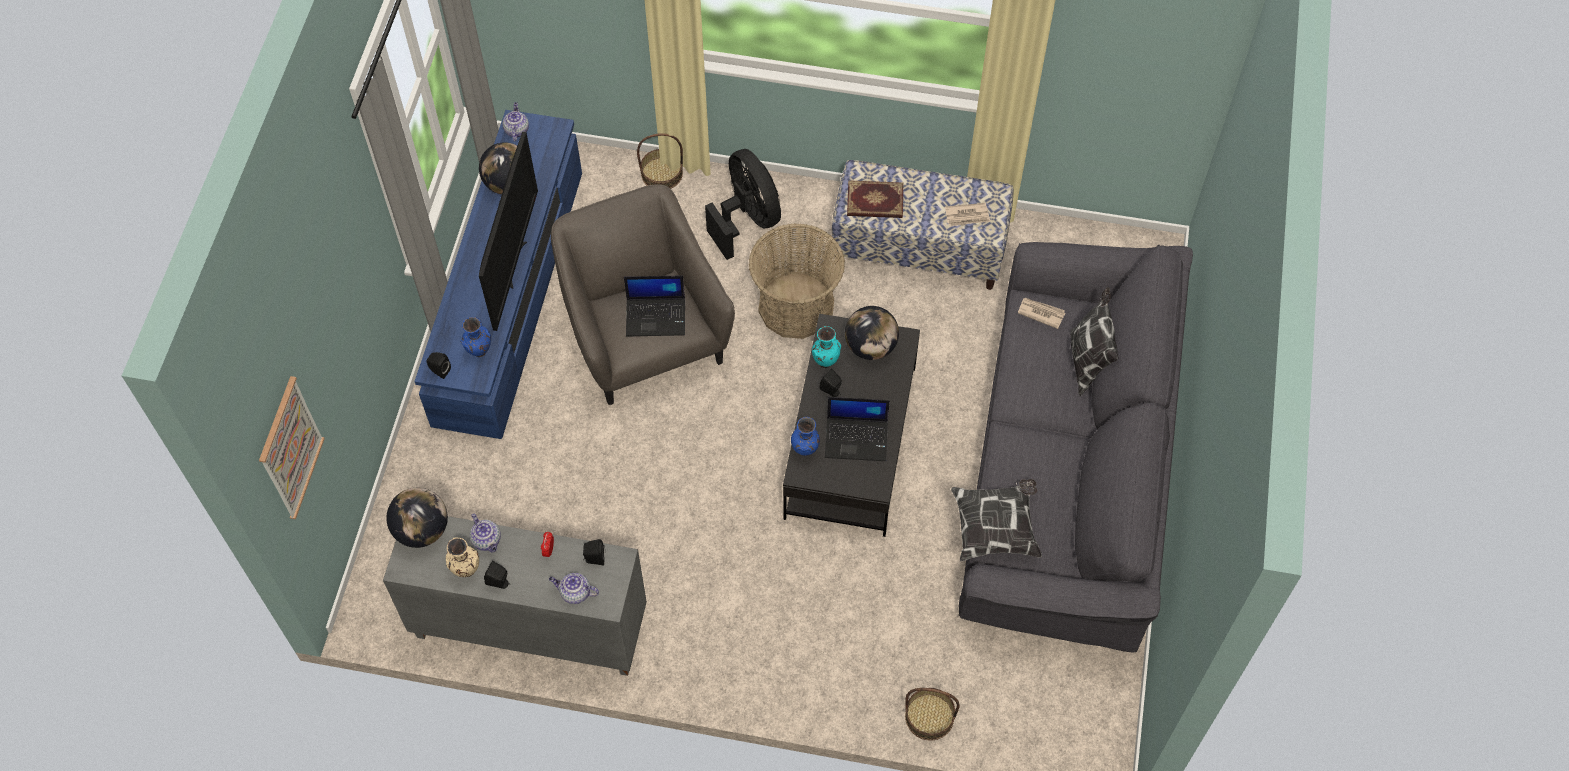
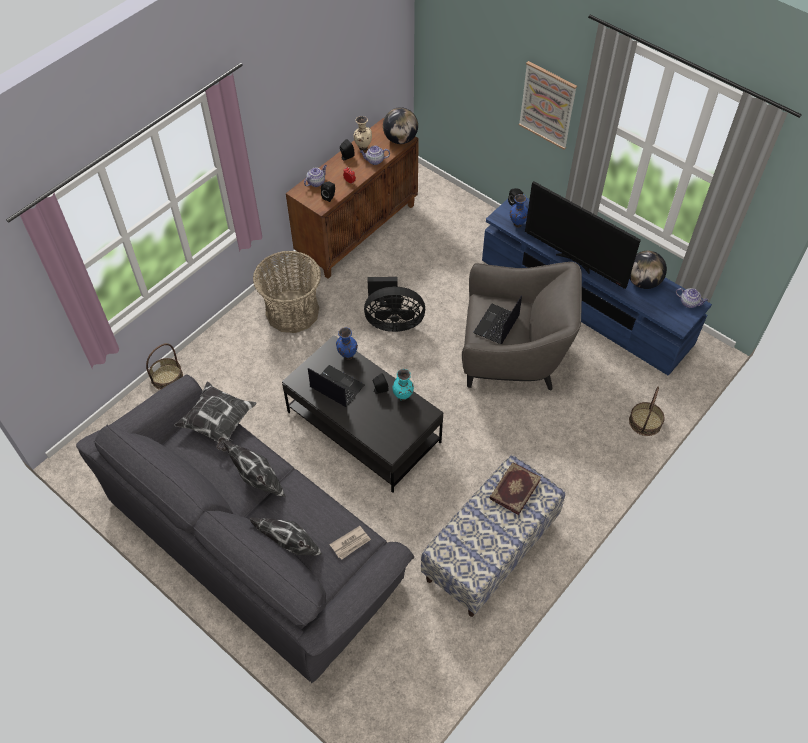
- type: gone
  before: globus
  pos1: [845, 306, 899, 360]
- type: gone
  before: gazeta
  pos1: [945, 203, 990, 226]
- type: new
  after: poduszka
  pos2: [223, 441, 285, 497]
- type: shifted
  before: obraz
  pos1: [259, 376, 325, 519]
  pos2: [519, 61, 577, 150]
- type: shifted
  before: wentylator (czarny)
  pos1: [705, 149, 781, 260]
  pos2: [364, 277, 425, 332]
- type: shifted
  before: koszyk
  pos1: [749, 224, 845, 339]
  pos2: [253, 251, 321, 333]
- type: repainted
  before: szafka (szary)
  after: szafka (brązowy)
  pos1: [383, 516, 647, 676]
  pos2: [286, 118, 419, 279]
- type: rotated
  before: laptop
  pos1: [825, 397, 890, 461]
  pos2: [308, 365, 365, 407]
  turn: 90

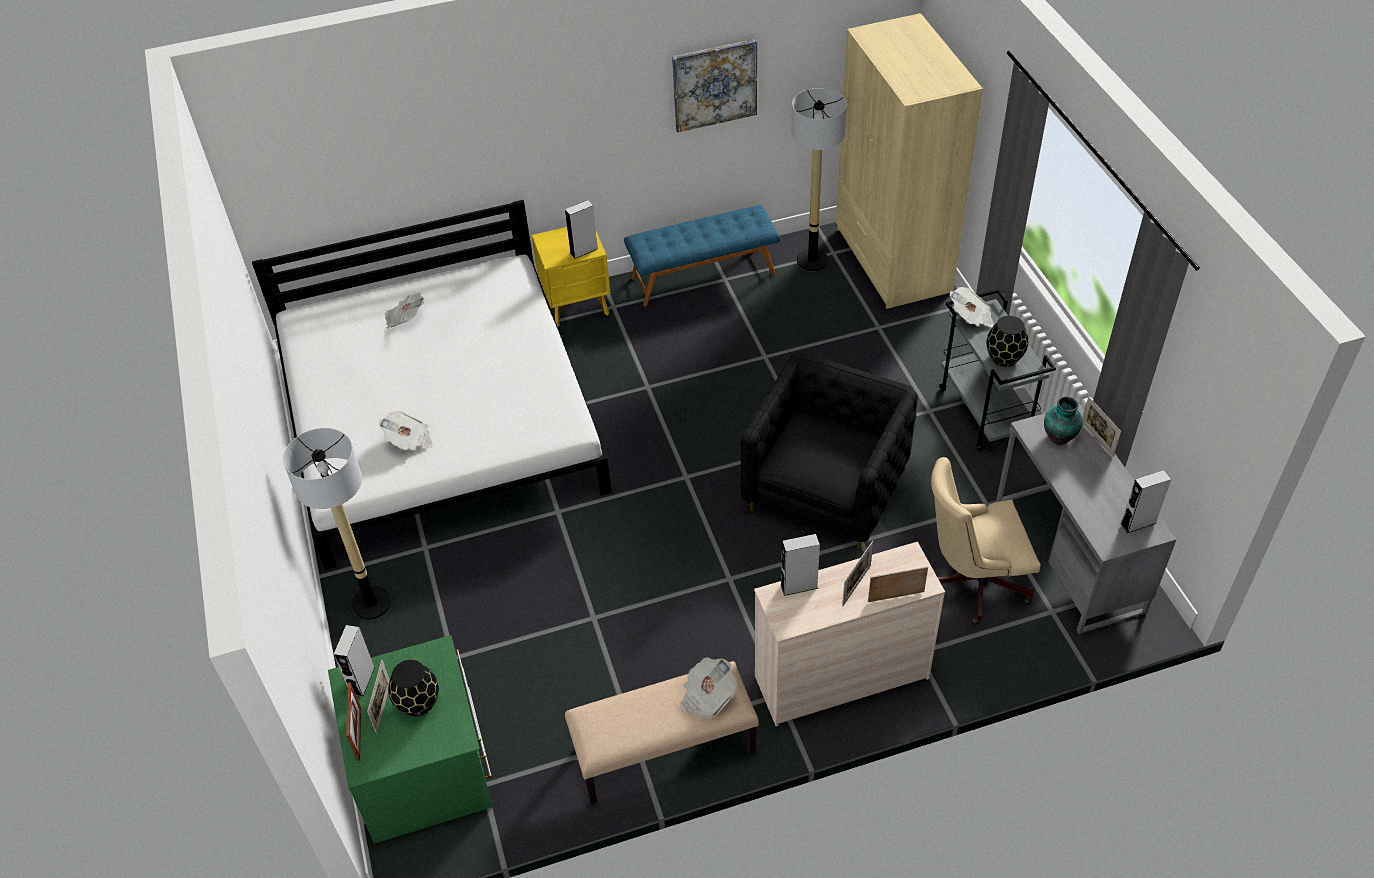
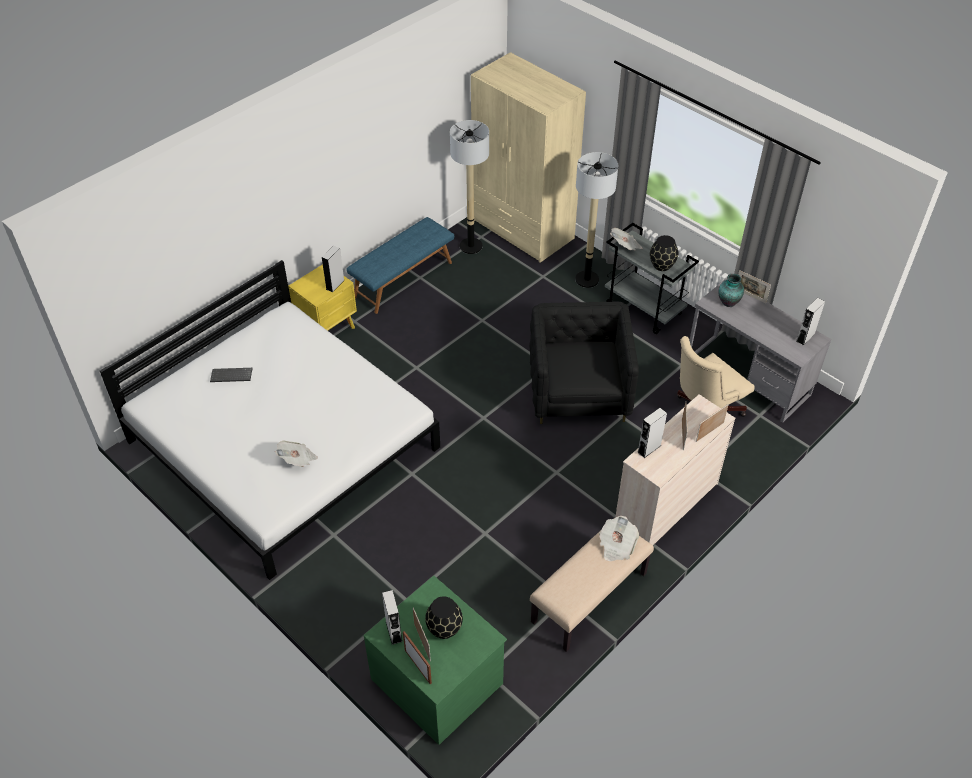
- type: gone
  before: obraz
  pos1: [672, 39, 757, 133]
- type: shifted
  before: lampa stojąca
  pos1: [283, 428, 391, 620]
  pos2: [575, 152, 618, 288]
- type: swapped
  before: gazeta
  after: klawiatura
  pos1: [385, 292, 424, 329]
  pos2: [210, 368, 252, 382]

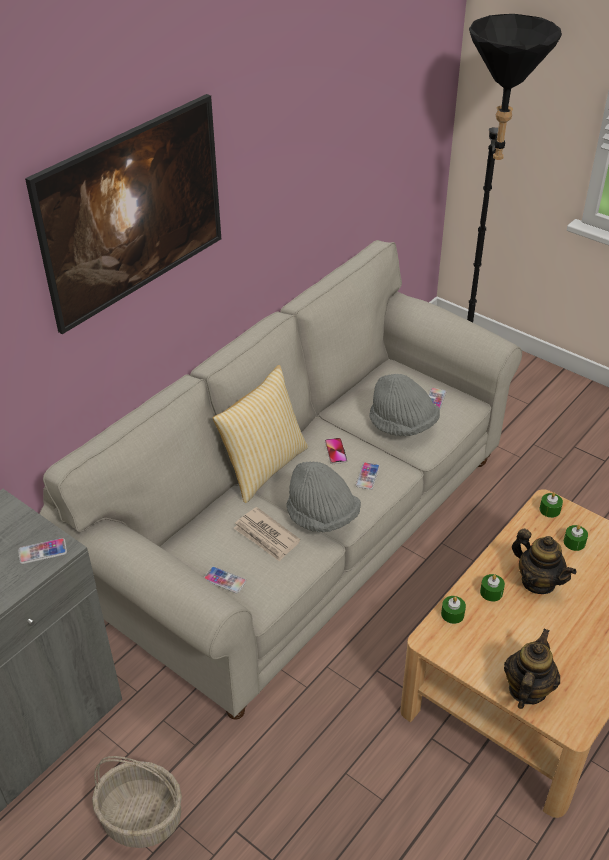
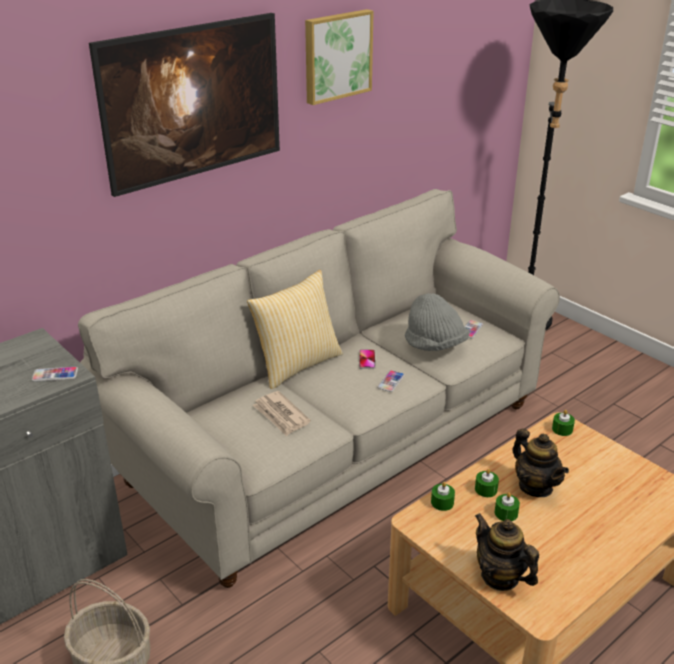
- type: gone
  before: telefon
  pos1: [204, 566, 247, 594]
- type: gone
  before: kapelusz (szary)
  pos1: [286, 462, 361, 532]
- type: new
  after: obraz
  pos2: [305, 9, 374, 105]
- type: shifted
  before: świeca (zielony)
  pos1: [564, 525, 588, 551]
  pos2: [495, 492, 520, 521]
- type: rotated
  before: imbryk
  pos1: [504, 629, 560, 709]
  pos2: [475, 513, 539, 591]
  turn: -75

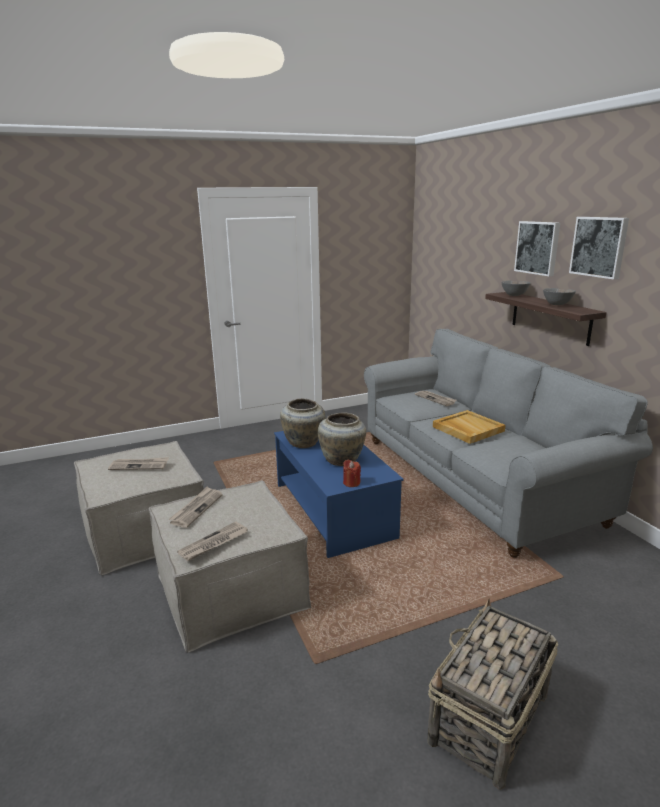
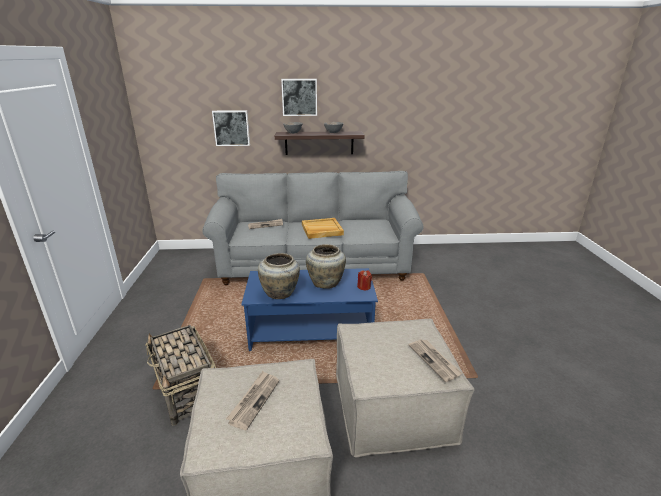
- type: gone
  before: gazeta
  pos1: [168, 487, 222, 528]
- type: shifted
  before: koszyk
  pos1: [428, 599, 558, 790]
  pos2: [145, 325, 216, 426]
- type: shifted
  before: obraz
  pos1: [569, 217, 629, 280]
  pos2: [212, 110, 250, 146]

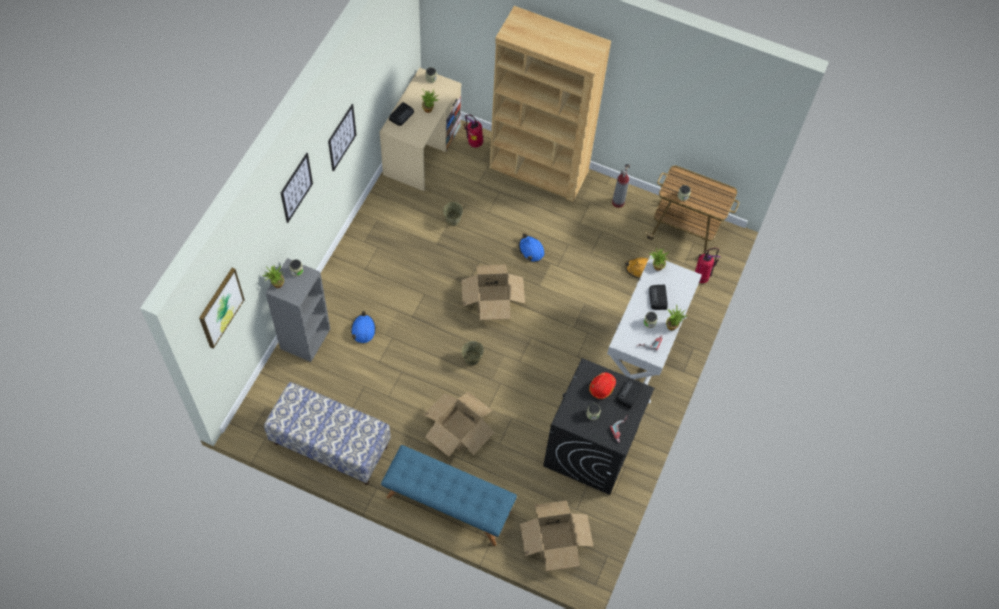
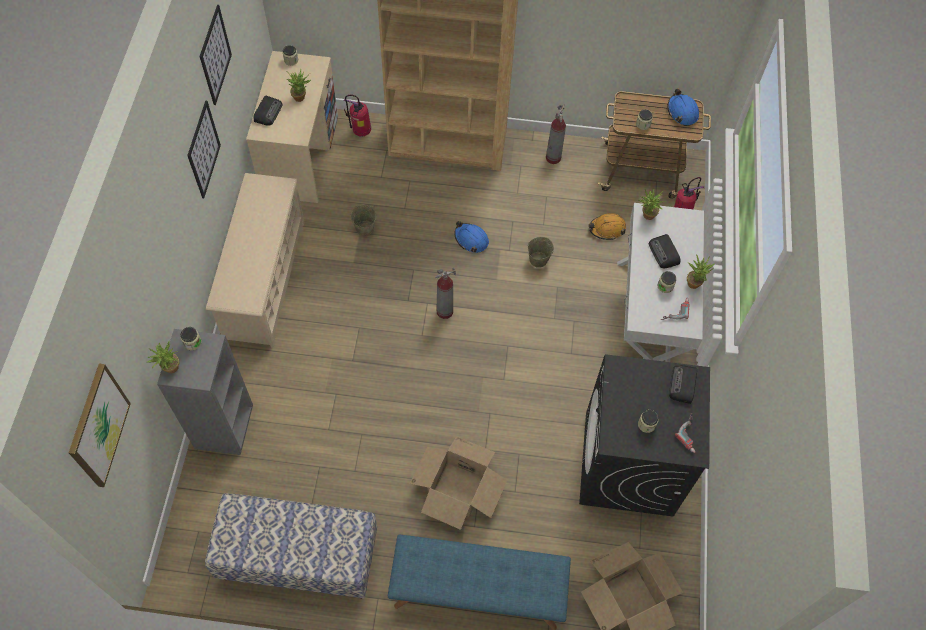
- type: gone
  before: kask (czerwony)
  pos1: [589, 372, 616, 399]
- type: new
  after: regał na buty (beżowy)
  pos2: [206, 173, 304, 348]
- type: shifted
  before: obraz
  pos1: [281, 153, 313, 223]
  pos2: [199, 5, 232, 105]
- type: shifted
  before: kask (niebieski)
  pos1: [351, 311, 376, 343]
  pos2: [667, 89, 699, 126]
- type: shifted
  before: wiadro (beżowy)
  pos1: [462, 341, 484, 366]
  pos2: [528, 237, 554, 268]
- type: swapped
  before: karton
  after: gaśnica
  pos1: [461, 264, 525, 320]
  pos2: [435, 268, 456, 319]

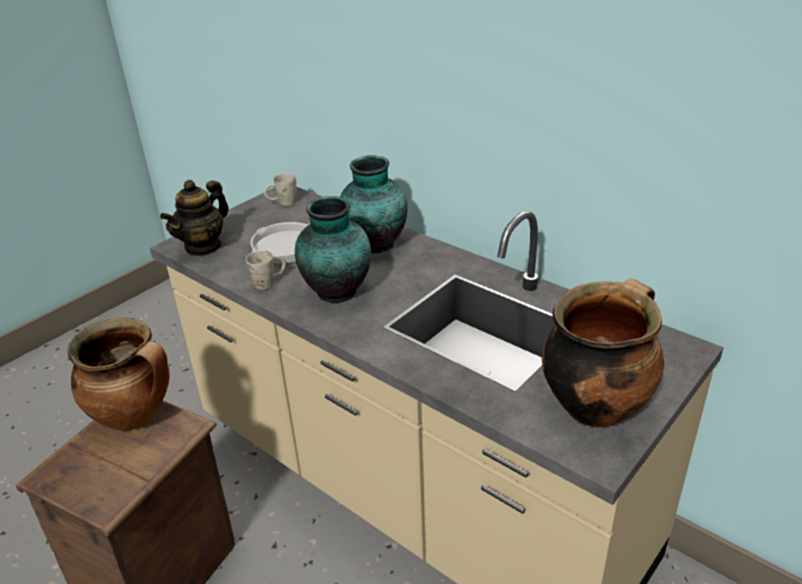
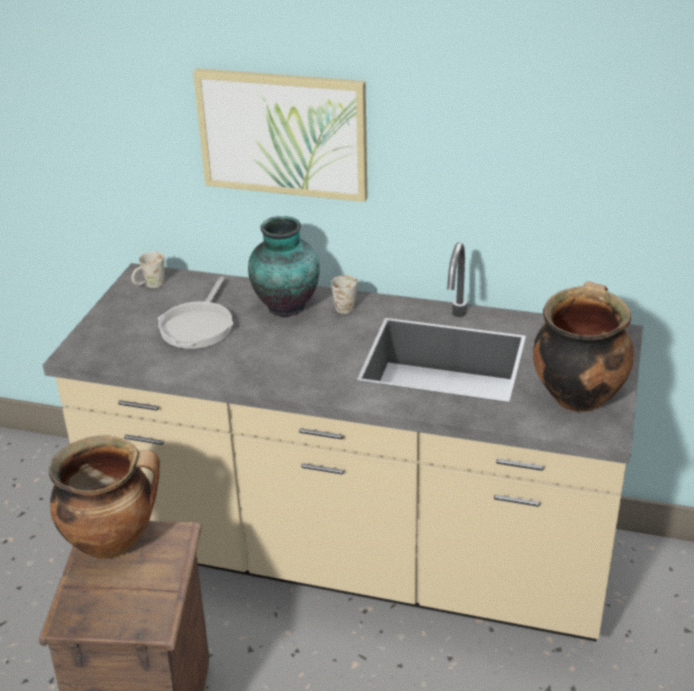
- type: gone
  before: imbryk
  pos1: [160, 180, 229, 256]
- type: gone
  before: wazon
  pos1: [295, 196, 371, 303]
- type: new
  after: obraz
  pos2: [193, 68, 367, 202]
- type: shifted
  before: kubek (biały)
  pos1: [246, 250, 286, 290]
  pos2: [331, 275, 358, 314]

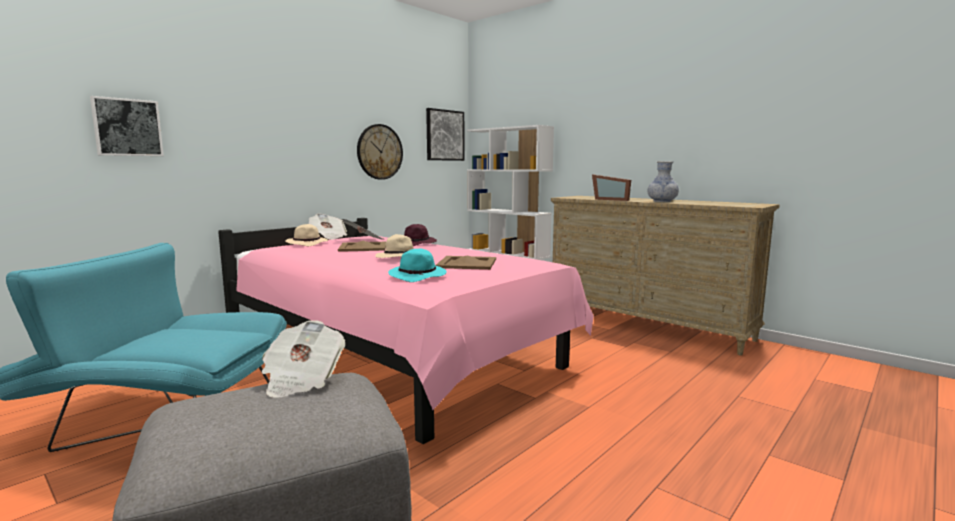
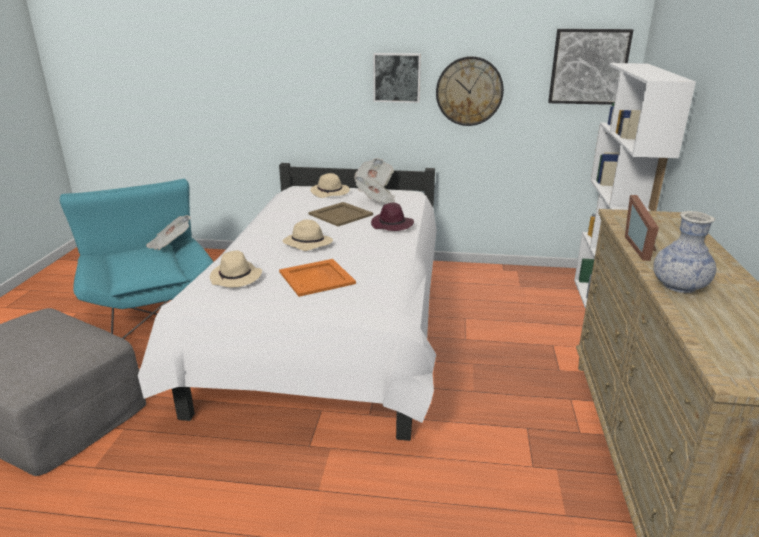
- type: shifted
  before: obraz
  pos1: [90, 96, 164, 156]
  pos2: [373, 53, 421, 103]
- type: shifted
  before: gazeta
  pos1: [261, 320, 346, 398]
  pos2: [146, 215, 191, 250]
- type: repainted
  before: łóżko (różowy)
  after: łóżko (biały)
  pos1: [218, 218, 594, 444]
  pos2: [138, 163, 437, 441]
- type: repainted
  before: kapelusz (turkusowy)
  after: kapelusz (beżowy)
  pos1: [388, 249, 447, 282]
  pos2: [210, 250, 262, 287]
- type: repainted
  before: taca (beżowy)
  after: taca (pomarańczowy)
  pos1: [435, 256, 496, 270]
  pos2: [279, 259, 356, 297]

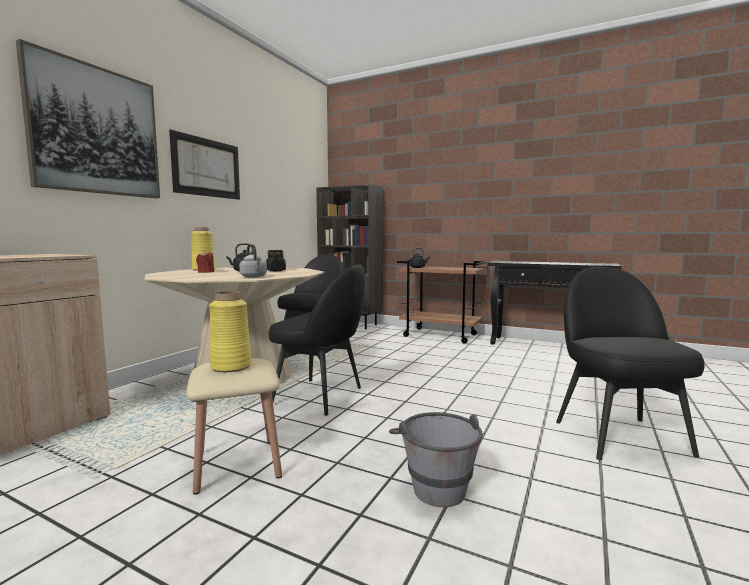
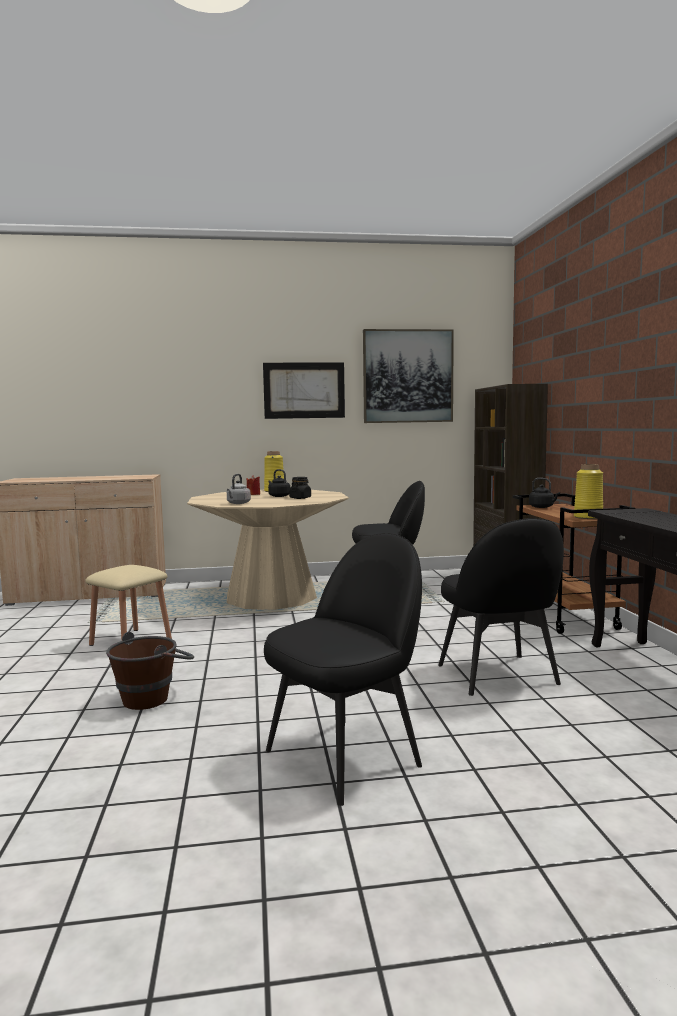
- type: shifted
  before: obraz
  pos1: [16, 39, 160, 198]
  pos2: [363, 329, 454, 423]
- type: shifted
  before: wazon (żółty)
  pos1: [209, 291, 251, 372]
  pos2: [574, 464, 603, 519]
- type: shifted
  before: krzesło (czarny)
  pos1: [269, 264, 365, 416]
  pos2: [438, 518, 564, 696]
- type: repainted
  before: wiadro (szary)
  after: wiadro (brązowy)
  pos1: [389, 412, 483, 507]
  pos2: [106, 632, 194, 710]

